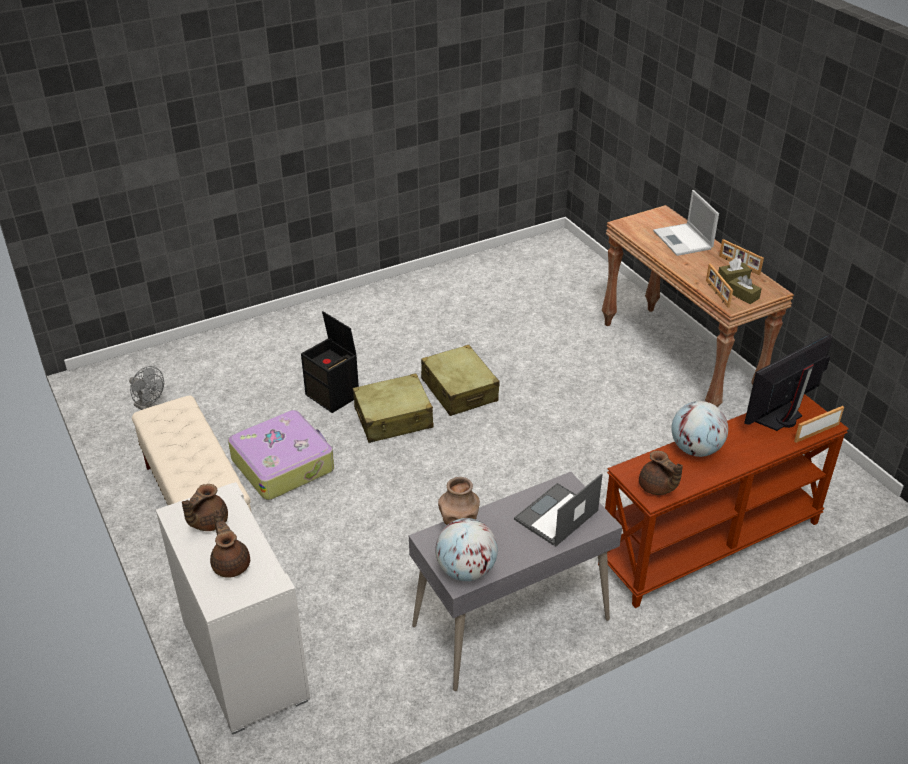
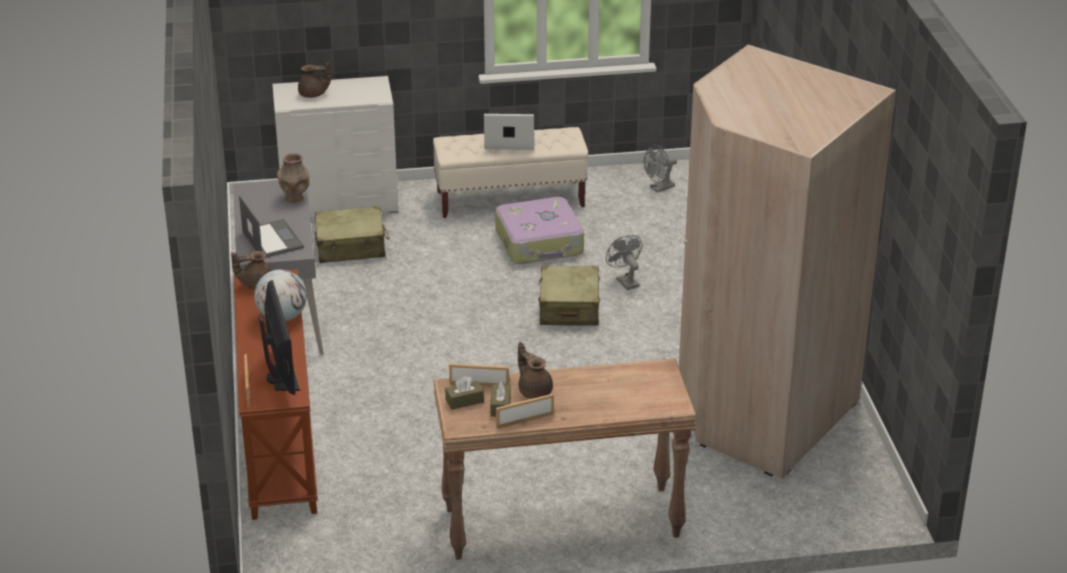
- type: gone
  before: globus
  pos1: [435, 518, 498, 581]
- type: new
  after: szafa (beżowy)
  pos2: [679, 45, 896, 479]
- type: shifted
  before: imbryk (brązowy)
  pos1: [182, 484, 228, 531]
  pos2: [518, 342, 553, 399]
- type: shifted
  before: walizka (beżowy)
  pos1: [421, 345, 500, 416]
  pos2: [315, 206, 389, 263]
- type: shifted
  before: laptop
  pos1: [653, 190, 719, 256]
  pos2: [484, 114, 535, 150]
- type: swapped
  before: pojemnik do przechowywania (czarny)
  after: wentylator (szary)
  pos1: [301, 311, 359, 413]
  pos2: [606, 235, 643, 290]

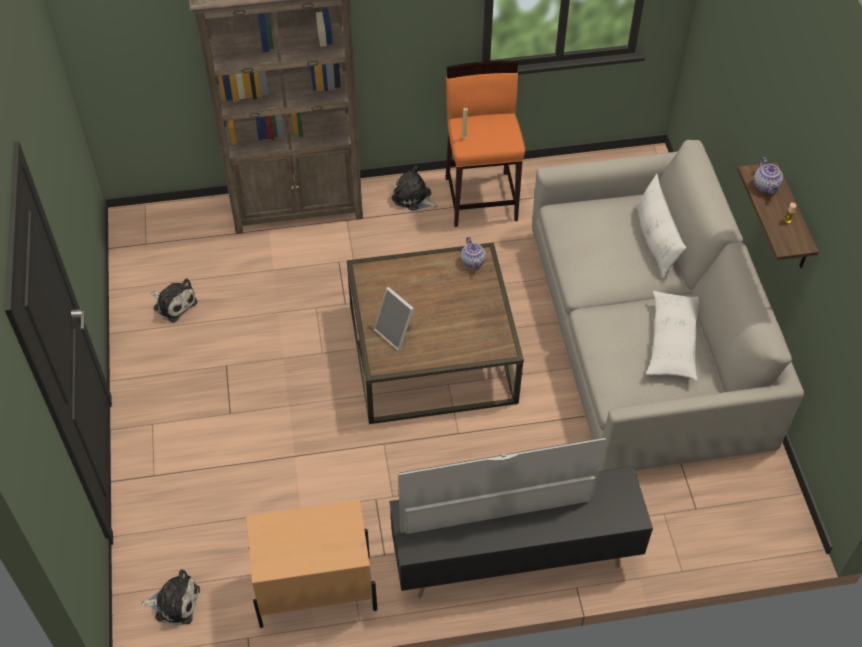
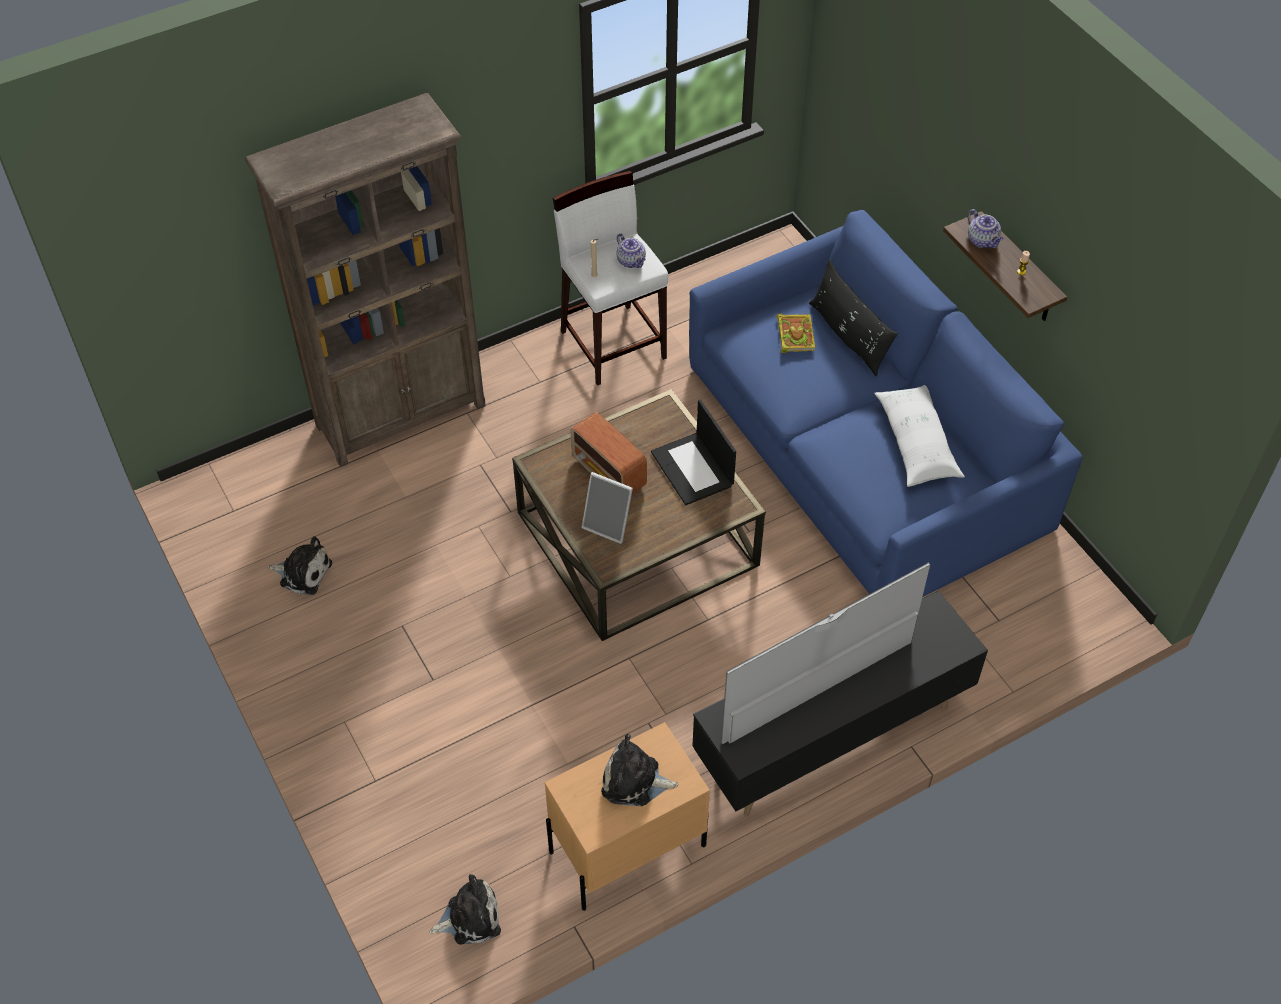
- type: new
  after: radio
  pos2: [571, 412, 647, 494]
- type: new
  after: laptop
  pos2: [651, 399, 736, 505]
- type: new
  after: książka
  pos2: [776, 314, 815, 353]
- type: shifted
  before: pluszak
  pos1: [392, 165, 438, 211]
  pos2: [601, 734, 678, 806]
- type: shifted
  before: imbryk
  pos1: [460, 237, 486, 270]
  pos2: [617, 233, 646, 268]
- type: repainted
  before: stołek (pomarańczowy)
  after: stołek (biały)
  pos1: [445, 61, 525, 227]
  pos2: [553, 171, 668, 386]
- type: repainted
  before: kanapa (szary)
  after: kanapa (niebieski)
  pos1: [532, 140, 804, 471]
  pos2: [689, 210, 1083, 597]
- type: repainted
  before: poduszka (biały)
  after: poduszka (czarny)
  pos1: [635, 174, 687, 279]
  pos2: [809, 260, 898, 376]

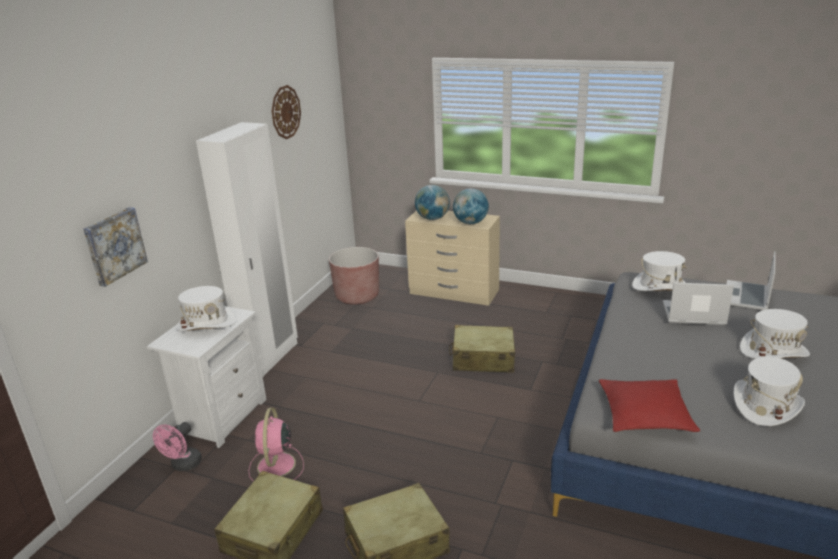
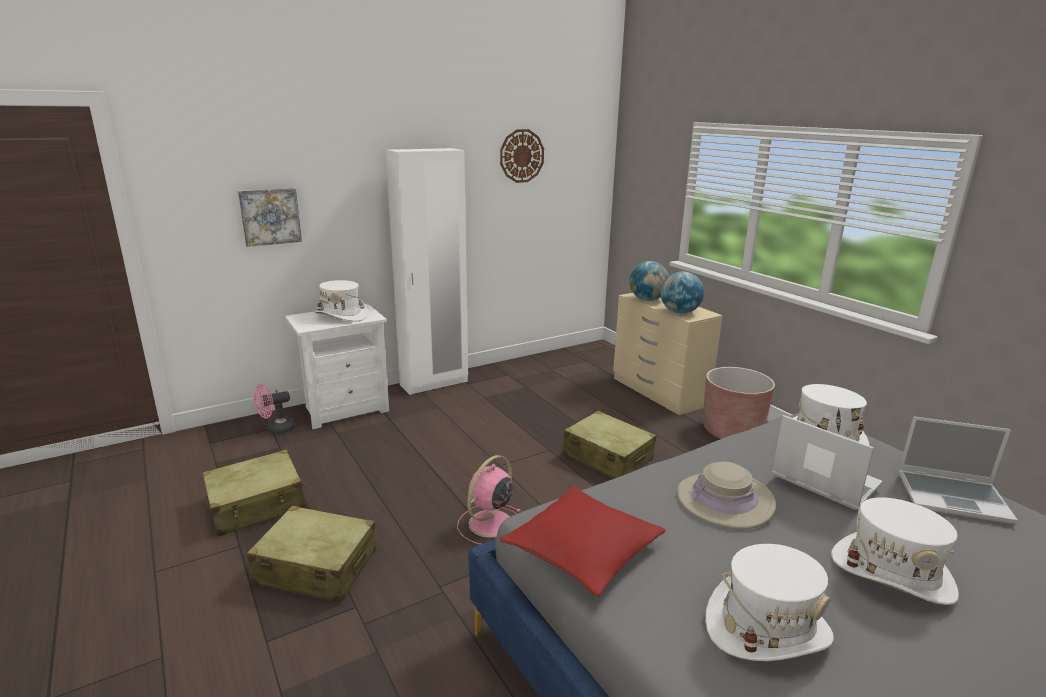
- type: new
  after: kapelusz (beżowy)
  pos2: [677, 461, 776, 530]
- type: shifted
  before: wentylator (różowy)
  pos1: [249, 407, 304, 482]
  pos2: [457, 455, 521, 545]
- type: shifted
  before: donica (brązowy)
  pos1: [329, 247, 379, 305]
  pos2: [703, 367, 775, 439]
- type: rotated
  before: laptop
  pos1: [727, 251, 776, 310]
  pos2: [898, 416, 1018, 524]
  turn: -135

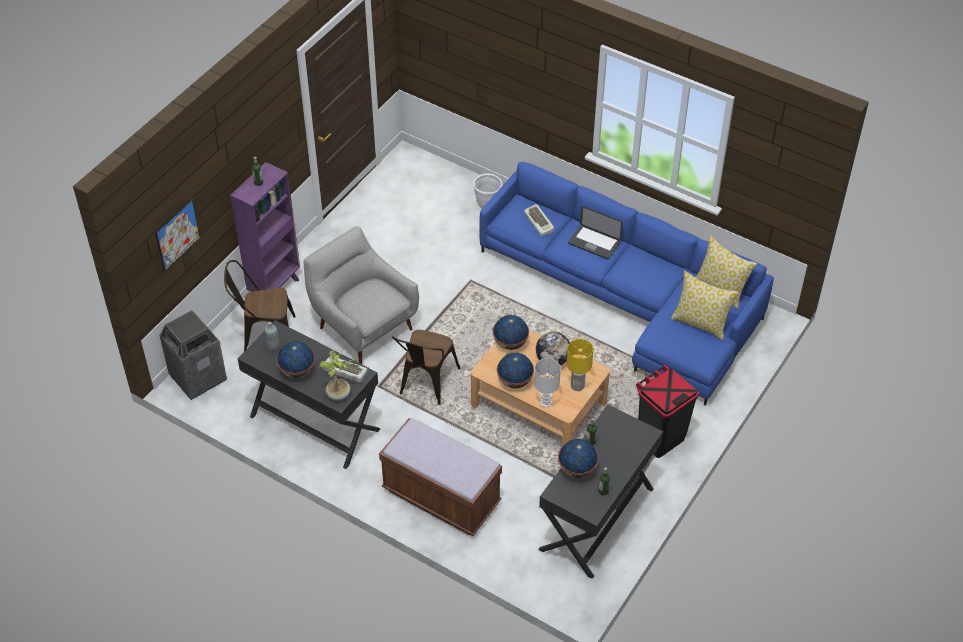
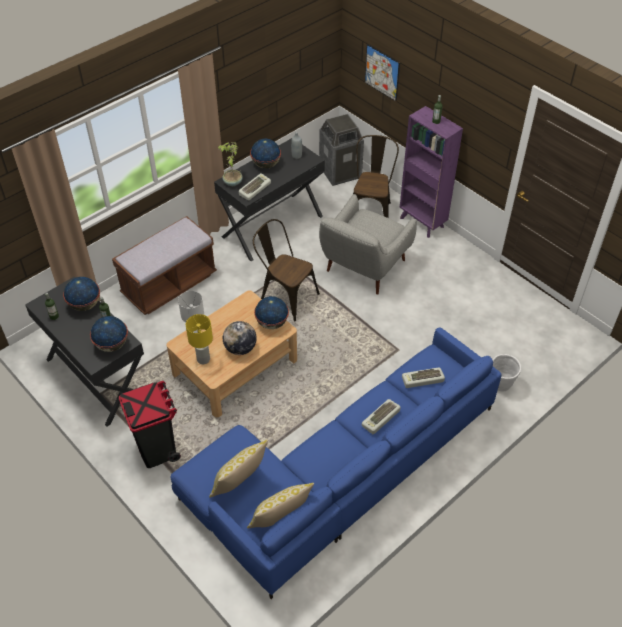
- type: shifted
  before: globus
  pos1: [497, 353, 534, 388]
  pos2: [90, 316, 128, 352]
- type: swapped
  before: laptop
  after: klawiatura
  pos1: [568, 206, 623, 259]
  pos2: [362, 399, 400, 434]
- type: rotated
  before: fotel (szary)
  pos1: [303, 226, 419, 364]
  pos2: [319, 194, 417, 294]
  turn: 150

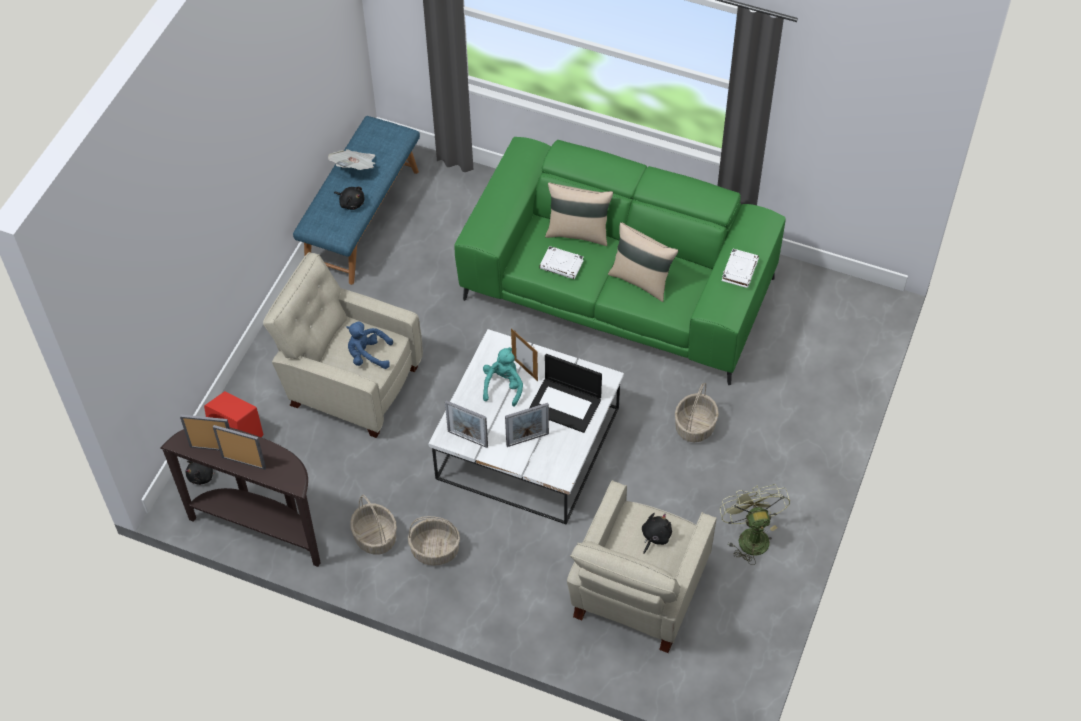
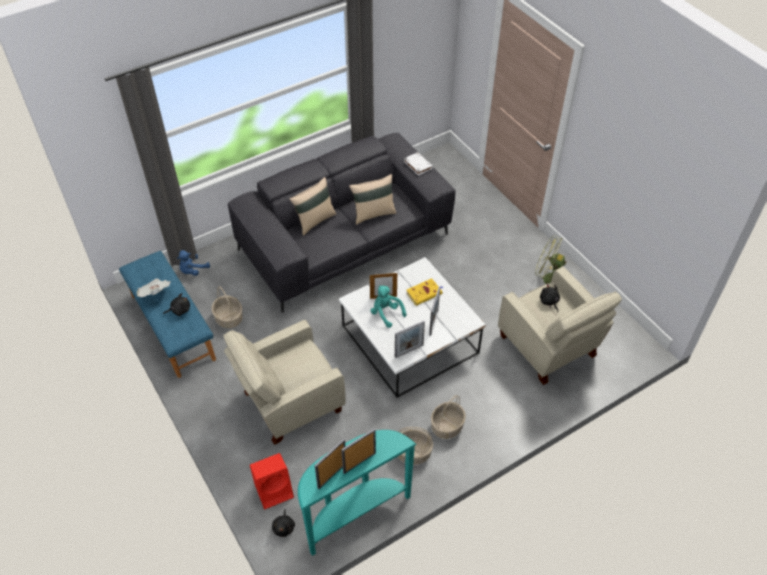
- type: gone
  before: książka (biały)
  pos1: [539, 246, 584, 279]
- type: shifted
  before: pluszak (niebieski)
  pos1: [346, 322, 393, 369]
  pos2: [177, 250, 210, 276]
- type: shifted
  before: koszyk
  pos1: [675, 383, 719, 443]
  pos2: [211, 286, 243, 328]
- type: swapped
  before: laptop
  after: książka (żółty)
  pos1: [529, 354, 602, 433]
  pos2: [406, 278, 444, 306]
- type: repainted
  before: stolik konsolowy (brązowy)
  after: stolik konsolowy (turkusowy)
  pos1: [160, 428, 321, 567]
  pos2: [298, 430, 416, 556]
- type: repainted
  before: kanapa (zielony)
  after: kanapa (szary)
  pos1: [454, 137, 786, 385]
  pos2: [228, 133, 456, 313]

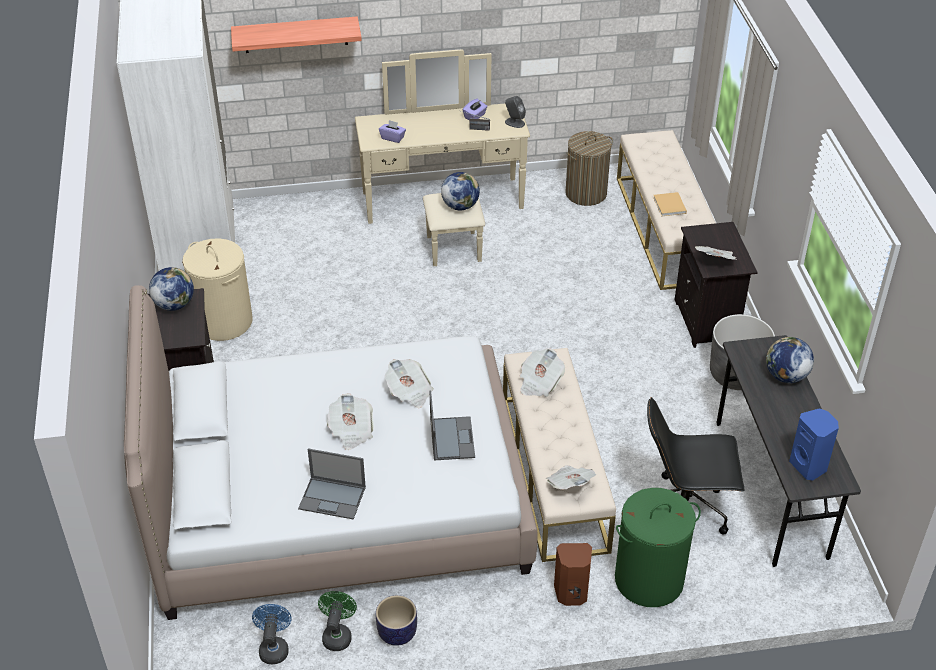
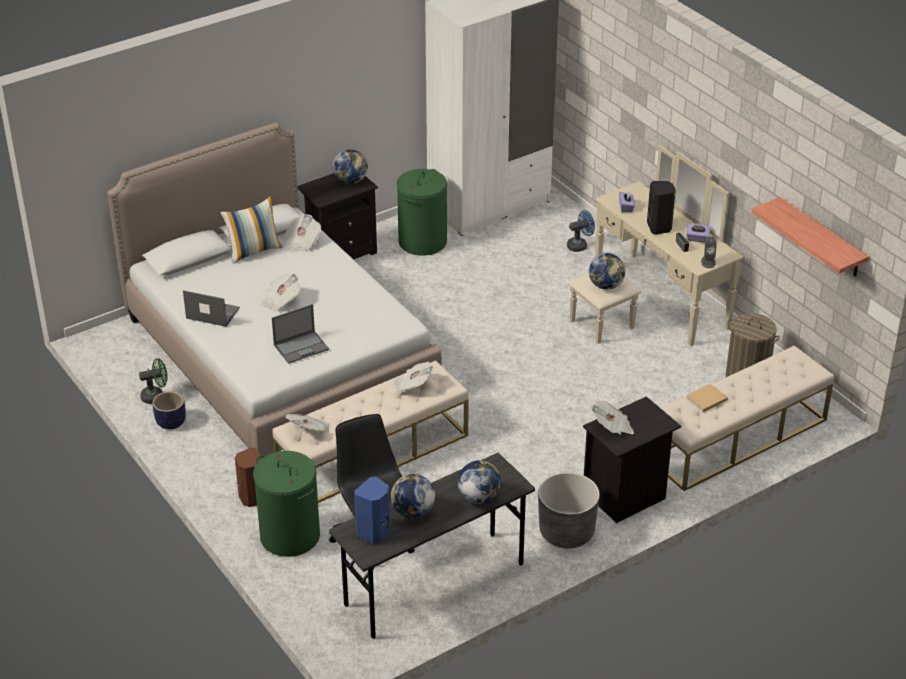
- type: new
  after: poduszka
  pos2: [220, 196, 282, 264]
- type: new
  after: globus
  pos2: [391, 474, 435, 518]
- type: new
  after: głośnik (czarny)
  pos2: [647, 181, 676, 235]
- type: shifted
  before: półka
  pos1: [231, 17, 362, 53]
  pos2: [751, 197, 869, 277]
- type: shifted
  before: wentylator (niebieski)
  pos1: [252, 604, 292, 664]
  pos2: [567, 210, 595, 252]
- type: shifted
  before: gazeta
  pos1: [385, 359, 434, 408]
  pos2: [285, 214, 321, 252]
- type: repainted
  before: kosz na pranie (beżowy)
  after: kosz na pranie (zielony)
  pos1: [182, 238, 253, 341]
  pos2: [397, 169, 447, 256]
- type: rotated
  before: laptop
  pos1: [298, 448, 366, 520]
  pos2: [183, 290, 240, 327]
  turn: 120

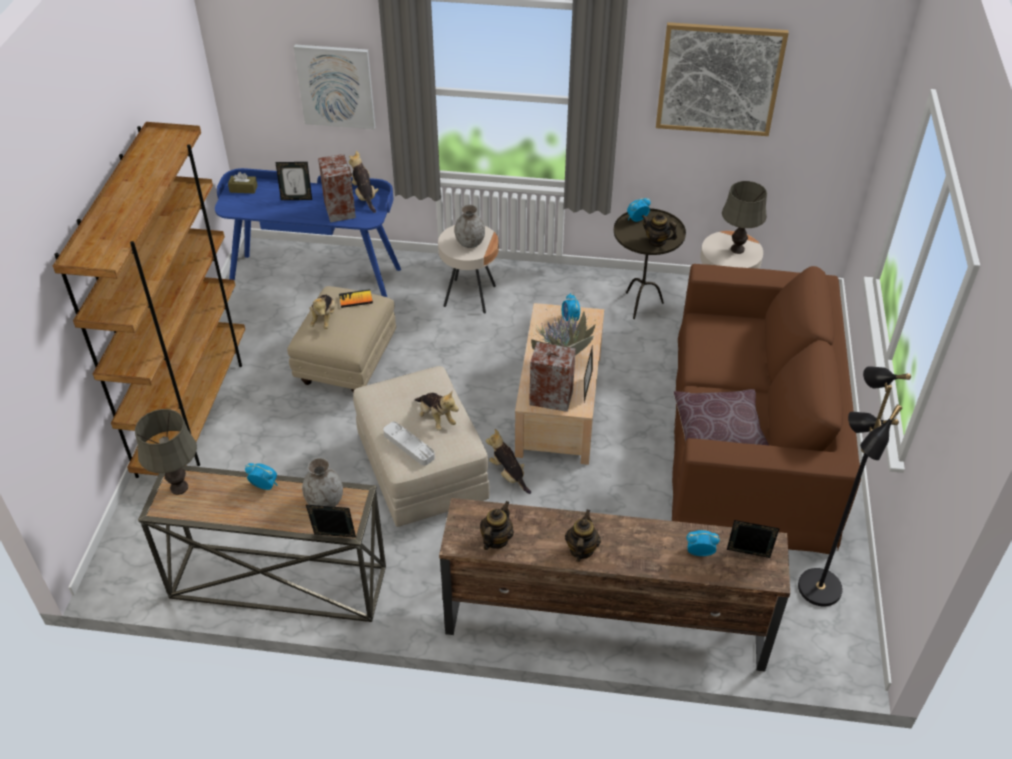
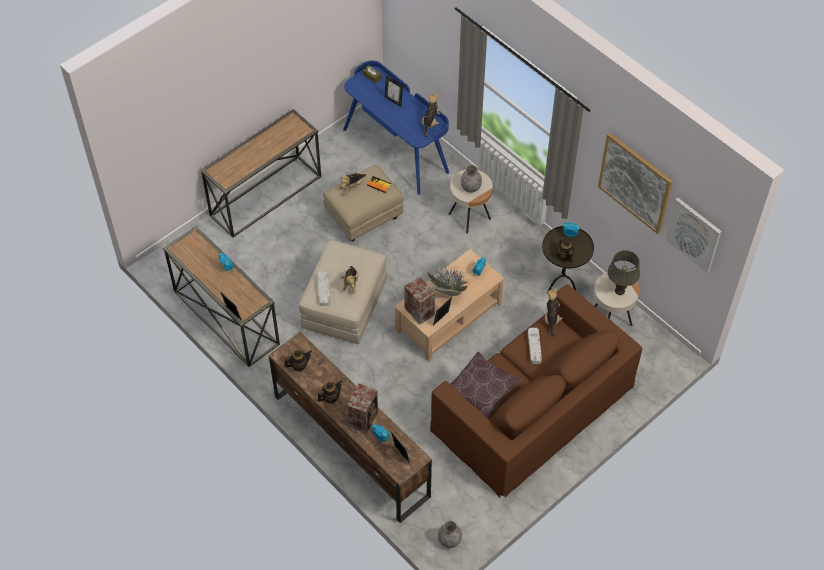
- type: gone
  before: lampa stołowa (szary)
  pos1: [135, 409, 197, 495]
- type: gone
  before: lampa stojąca (czarny)
  pos1: [798, 366, 911, 607]
- type: new
  after: taca (szary)
  pos2: [528, 328, 542, 364]
- type: shifted
  before: obraz
  pos1: [294, 44, 376, 129]
  pos2: [666, 198, 722, 273]
- type: shifted
  before: wazon (szary)
  pos1: [302, 458, 343, 507]
  pos2: [438, 521, 462, 548]
- type: shifted
  before: głośnik
  pos1: [318, 154, 356, 222]
  pos2: [347, 383, 378, 433]
- type: shifted
  before: pluszak
  pos1: [486, 429, 531, 494]
  pos2: [545, 288, 563, 337]
- type: swapped
  before: regał (brązowy)
  after: stolik konsolowy
  pos1: [53, 122, 245, 478]
  pos2: [200, 109, 321, 238]

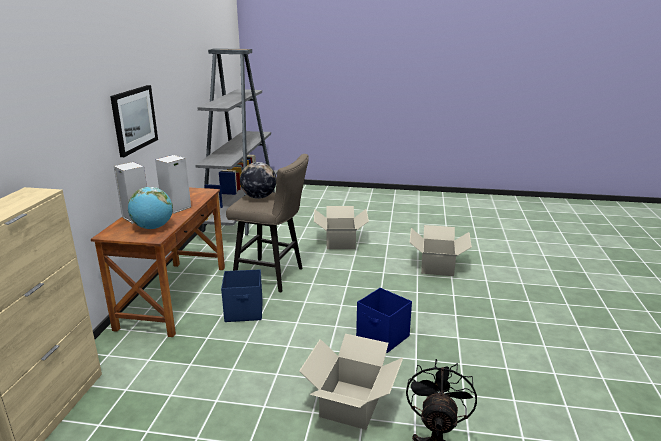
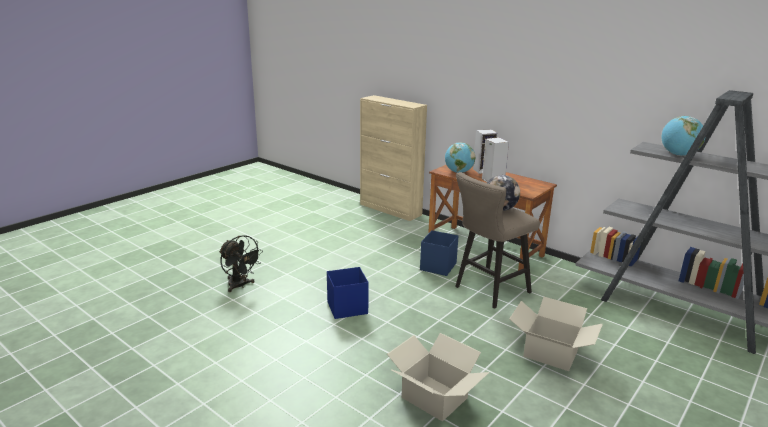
- type: gone
  before: obraz
  pos1: [110, 85, 158, 157]
- type: gone
  before: karton
  pos1: [299, 334, 403, 430]
- type: new
  after: globus
  pos2: [662, 116, 705, 156]

